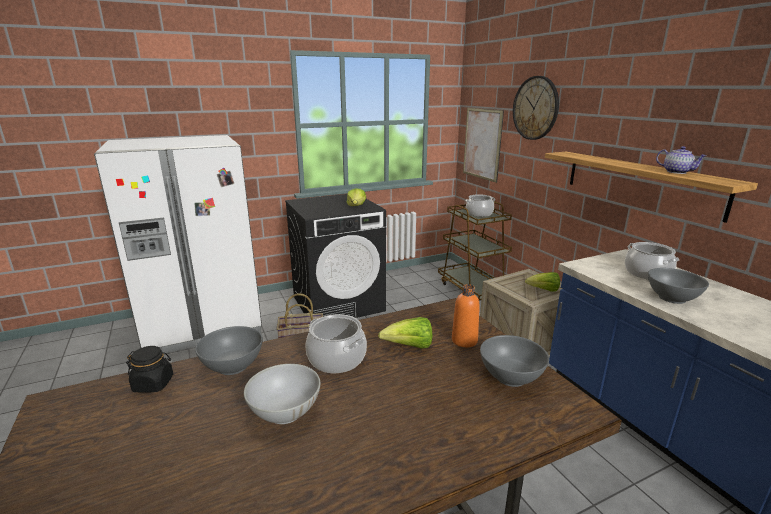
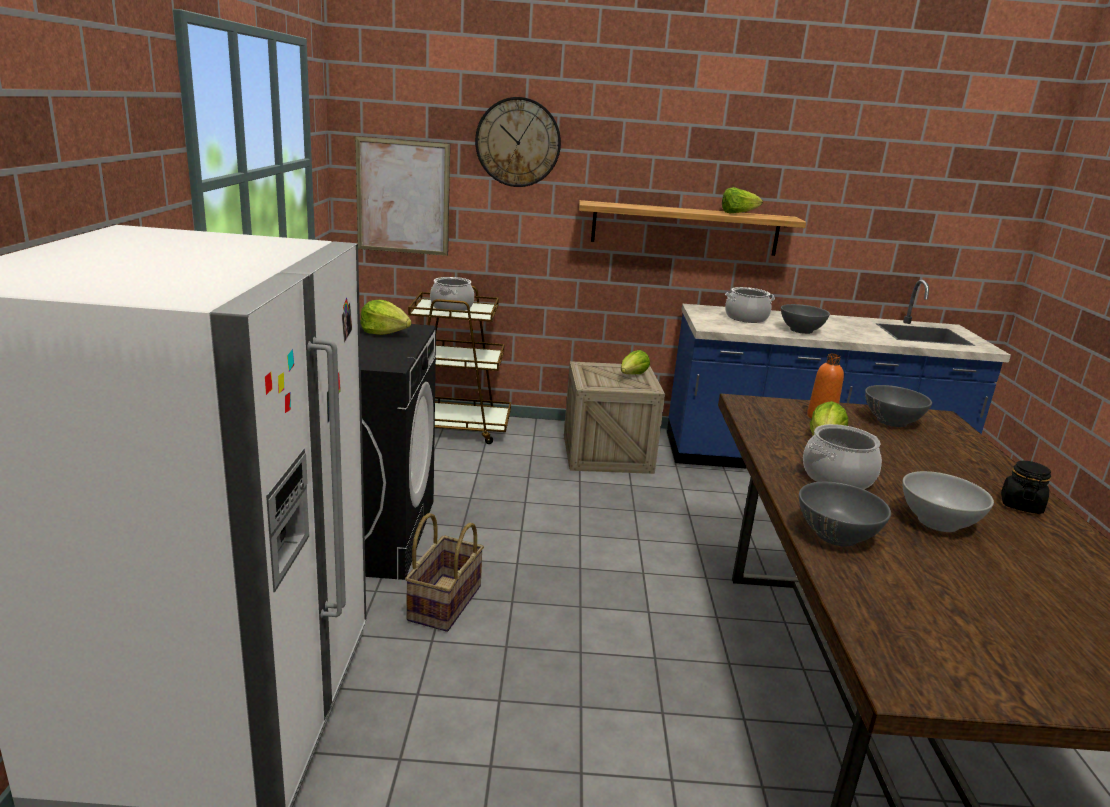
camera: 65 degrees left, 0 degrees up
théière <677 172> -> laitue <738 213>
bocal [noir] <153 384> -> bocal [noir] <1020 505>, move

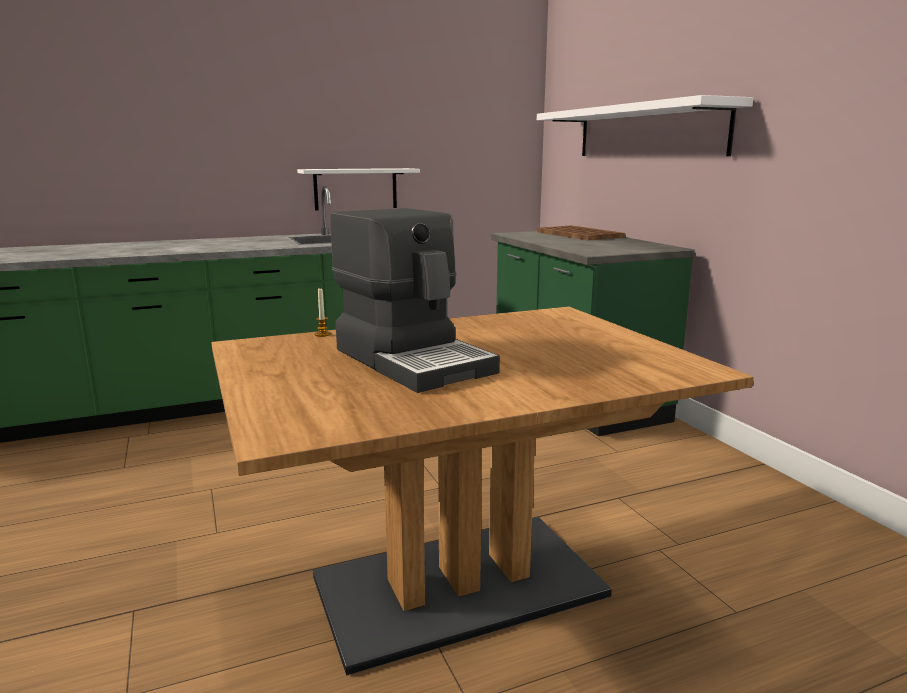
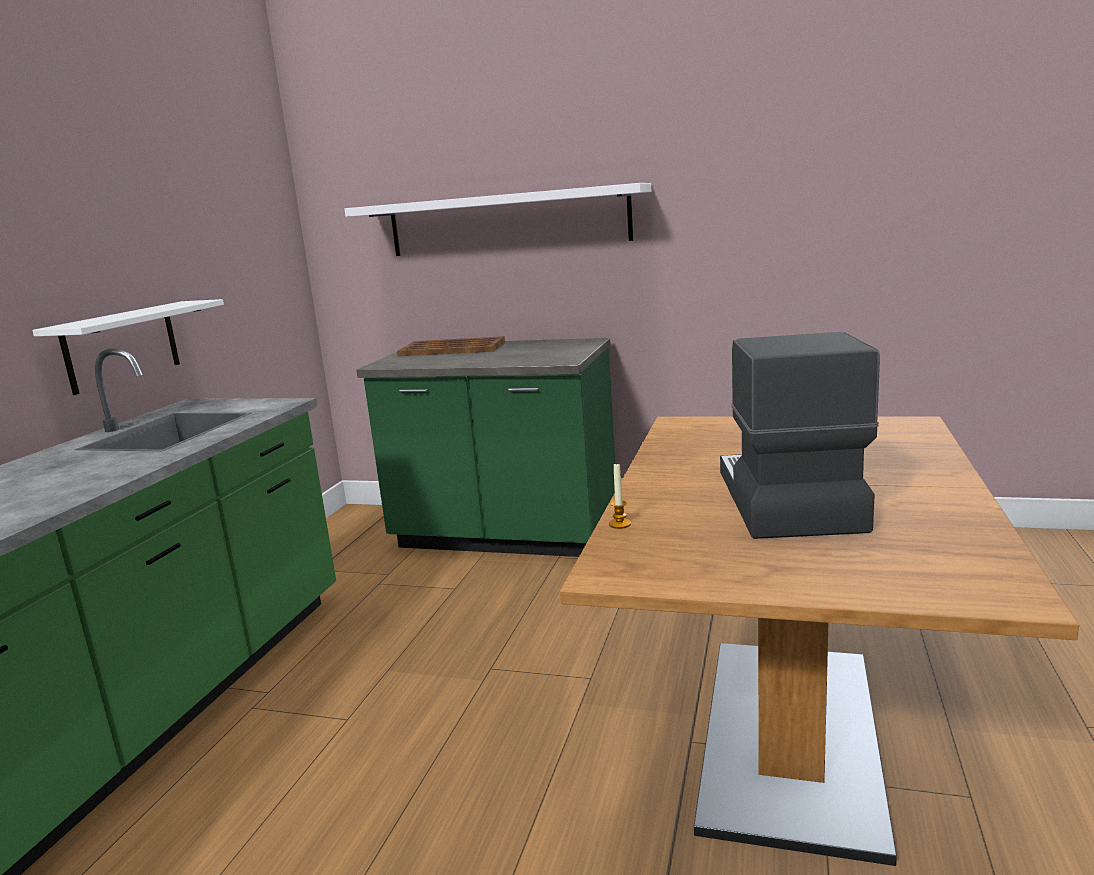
camera: 50 degrees left, 0 degrees up
machine à café <414 360> -> machine à café <785 501>, 90 degrees counterclockwise

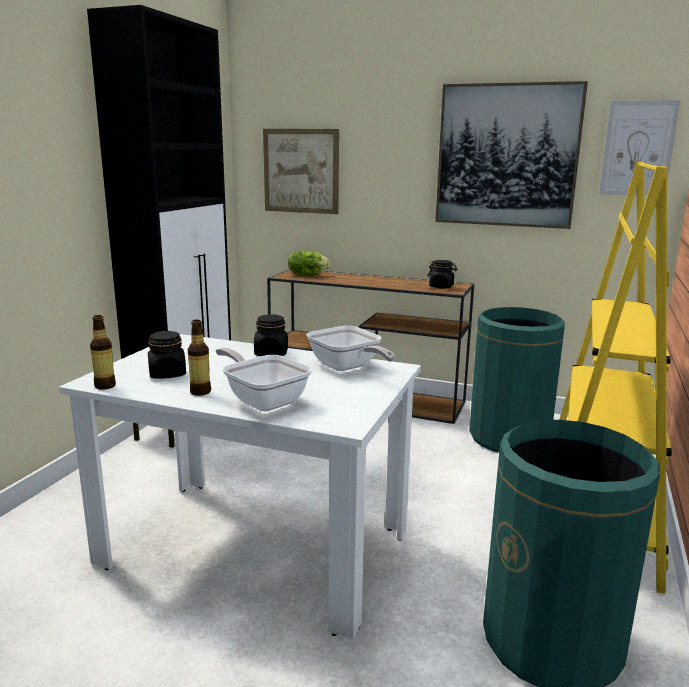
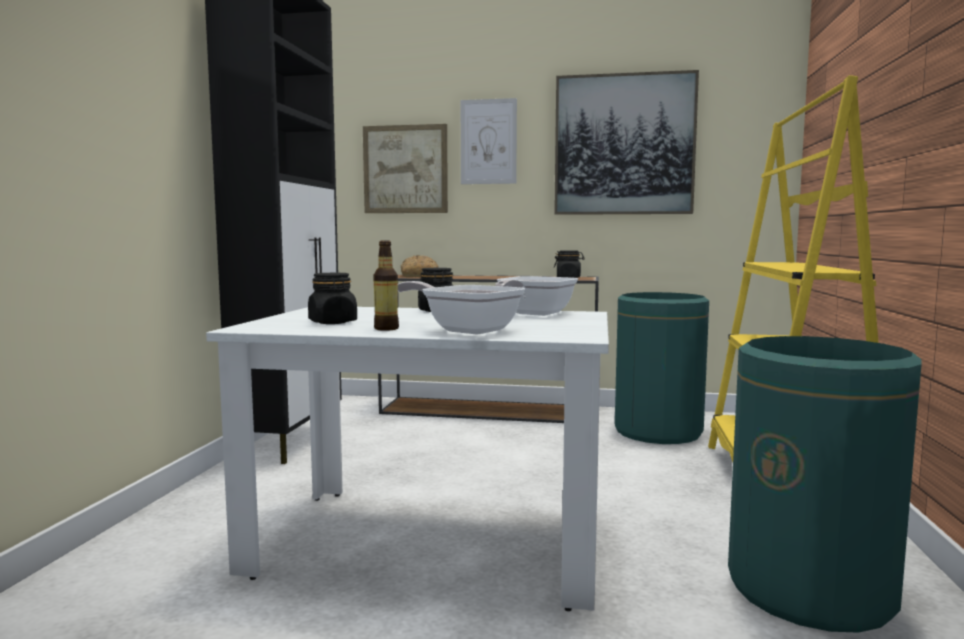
camera: 10 degrees left, 10 degrees down
laitue <307 275> -> pain <418 276>
tableau <637 148> -> tableau <488 142>, move
poêle <347 368> -> poêle <532 314>, 75 degrees clockwise
bouteille <105 386> -> none

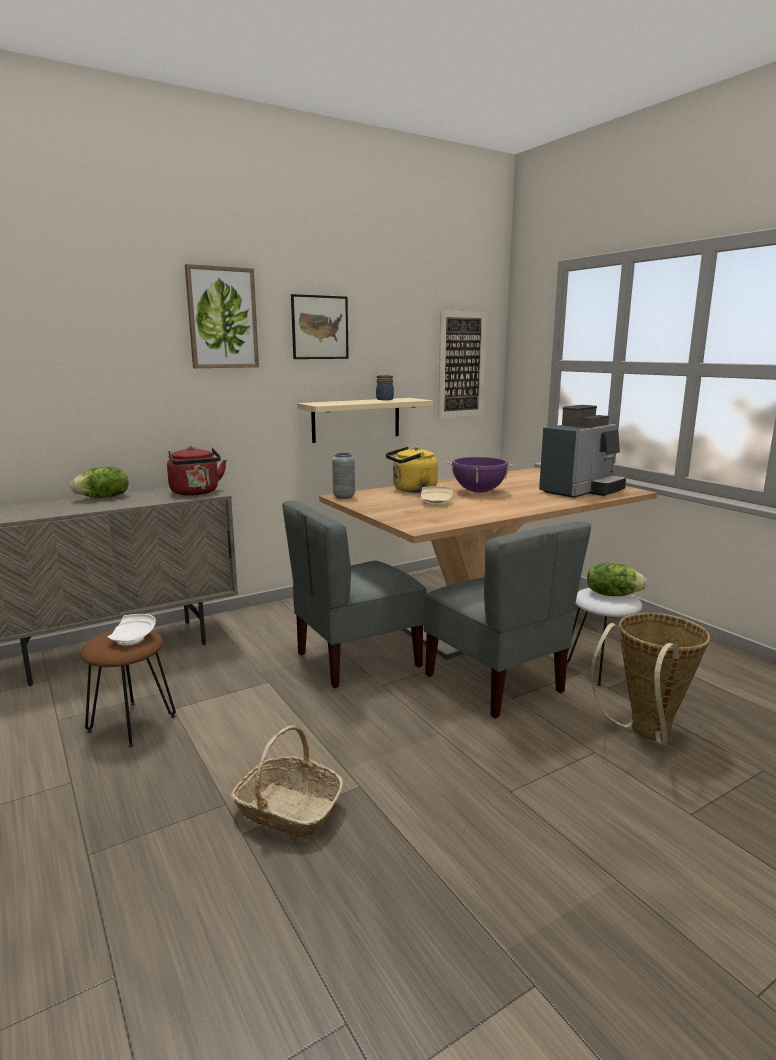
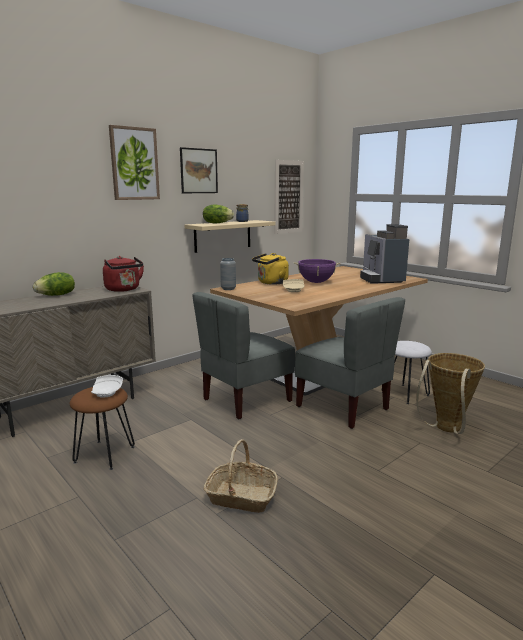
camera: 10 degrees left, 0 degrees up
laitue <612 594> -> laitue <217 223>, move
machine à café <581 490> -> machine à café <381 279>, 135 degrees clockwise

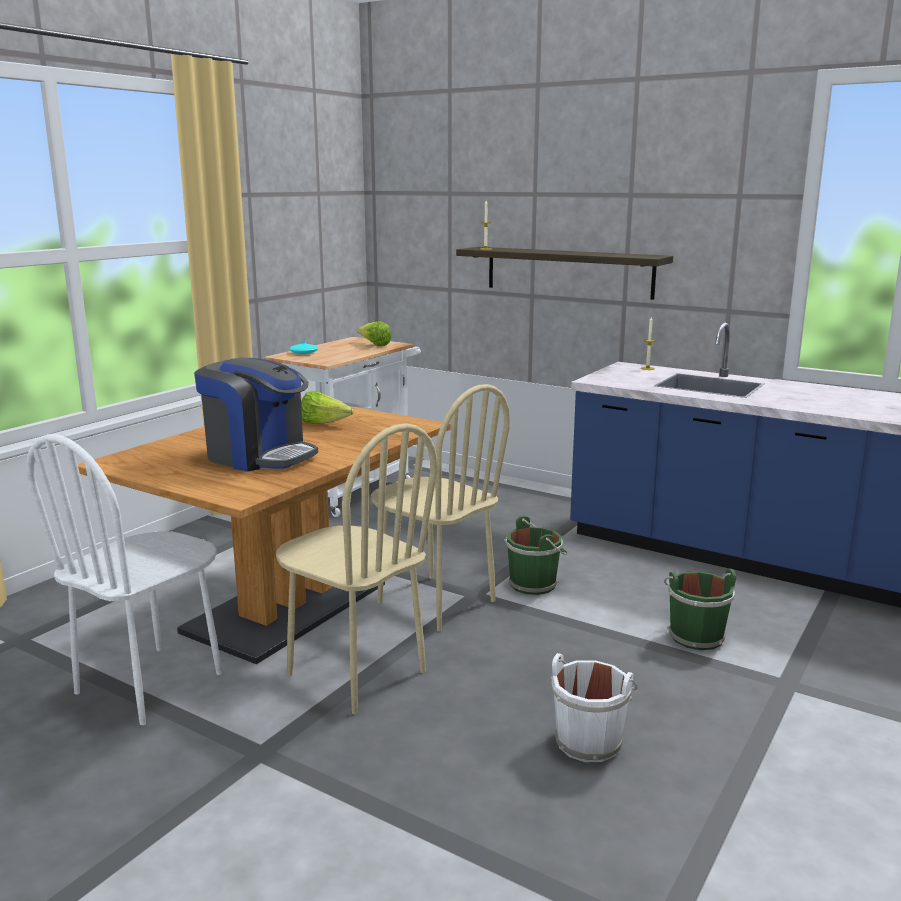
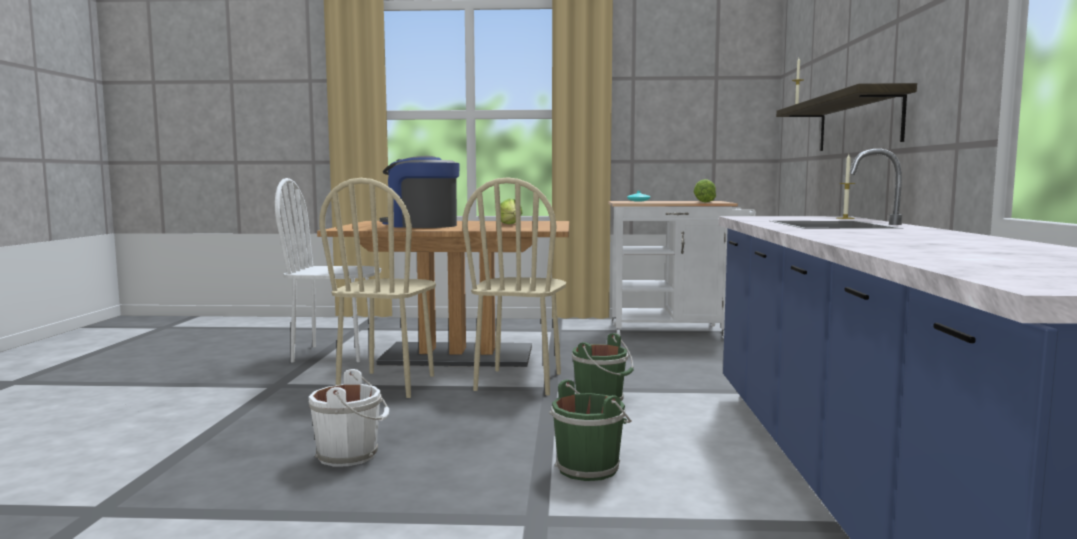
camera: 60 degrees right, 10 degrees down
machine à café <259 456> -> machine à café <421 225>, 120 degrees clockwise

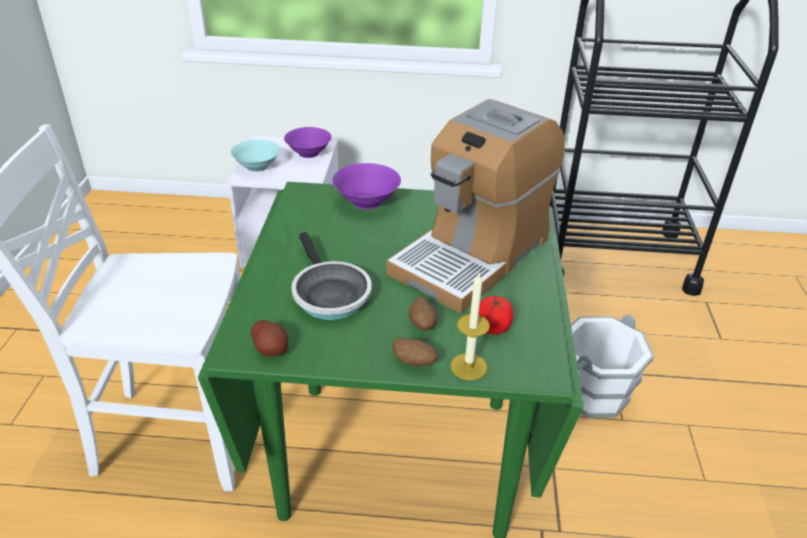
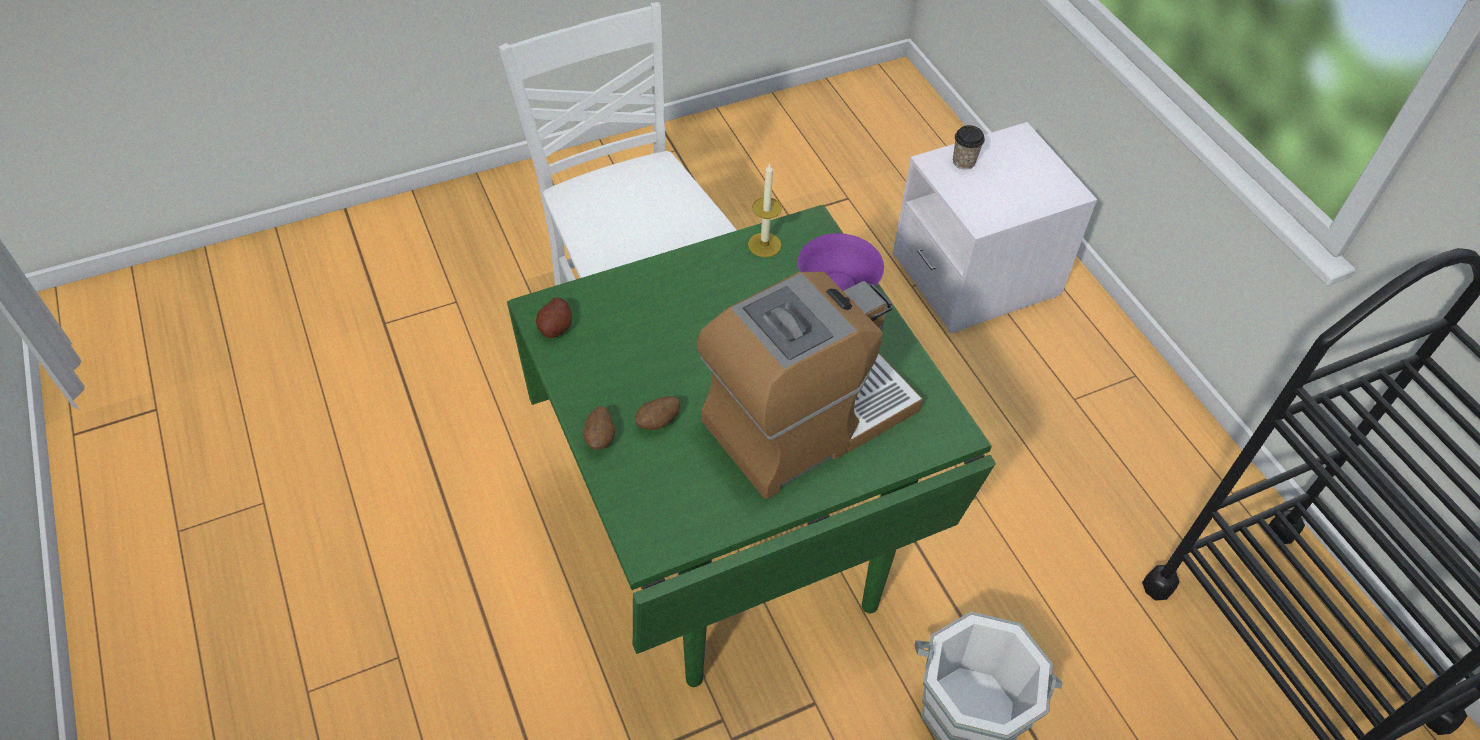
camera: 60 degrees right, 15 degrees up
machine à café <472 255> -> machine à café <806 418>, 135 degrees clockwise
bougie <468 367> -> bougie <764 245>, move
bol [turquoise] <256 167> -> tasse <963 162>
bol [violet] <309 153> -> none
poêle <328 294> -> none
tomate <493 327> -> none

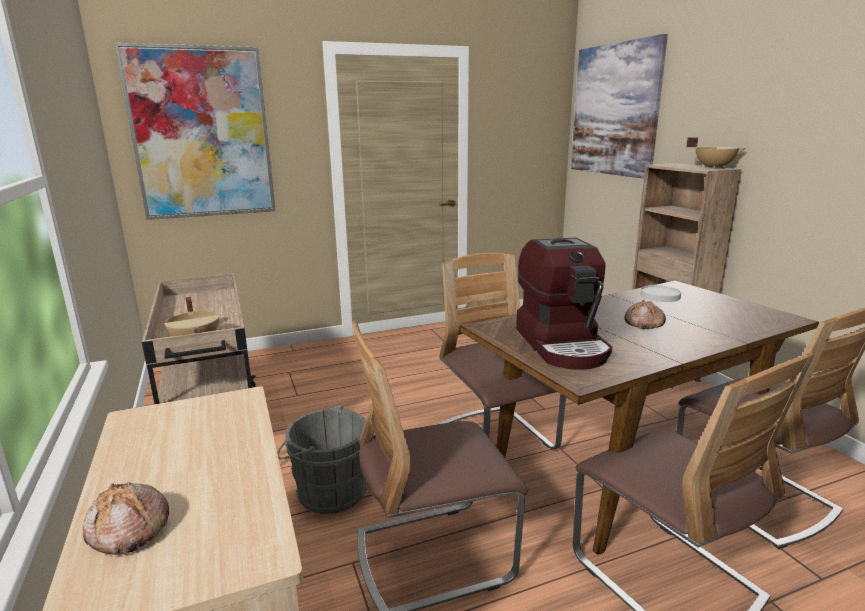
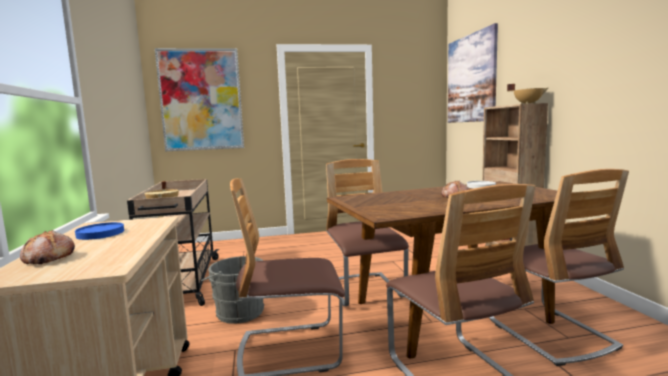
camera: 10 degrees right, 10 degrees down
none -> assiette [bleu] <100 233>
machine à café <563 345> -> none

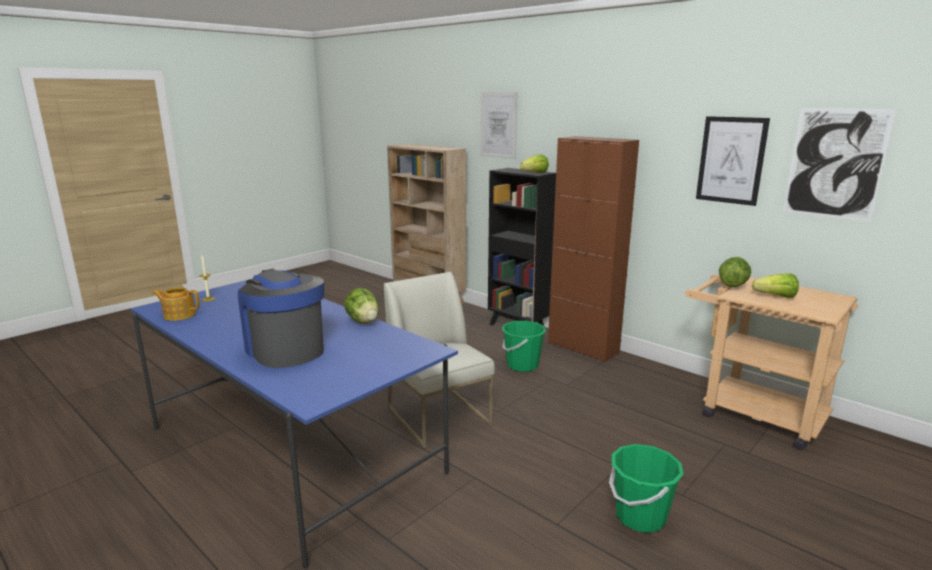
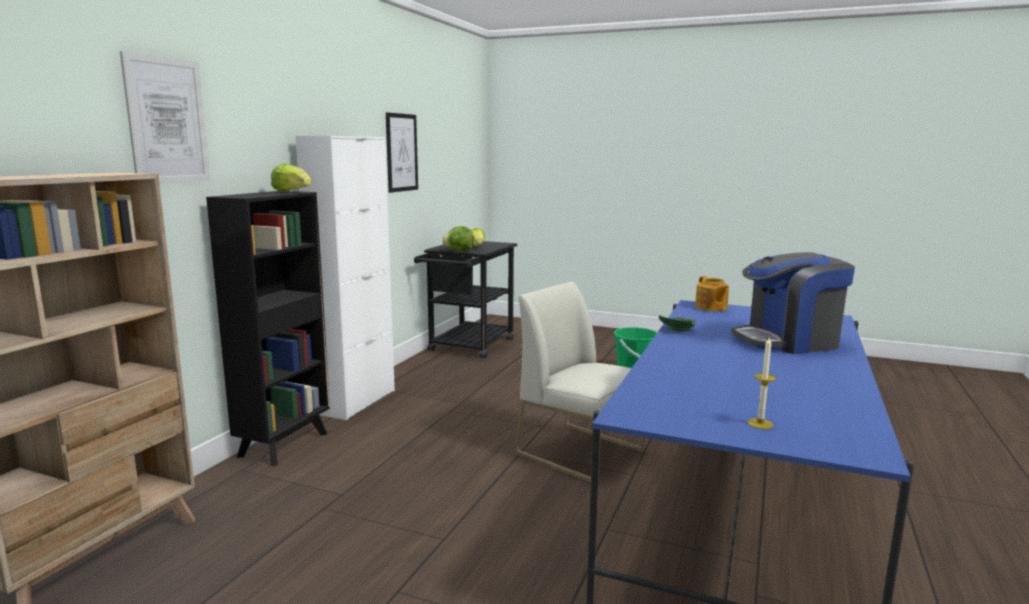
camera: 110 degrees left, 5 degrees down
meuble de rangement [marron] <583 348> -> meuble de rangement [blanc] <356 402>
chariot [beige] <751 412> -> chariot [noir] <468 347>
chaise [blanc] <440 417> -> chaise [blanc] <581 452>, 90 degrees clockwise
laitue <363 321> -> assiette [vert] <677 329>
théière <179 315> -> théière <711 307>, move
machine à café <285 349> -> machine à café <788 341>, 45 degrees clockwise
seau [vert] <522 365> -> none
tableau <835 163> -> none

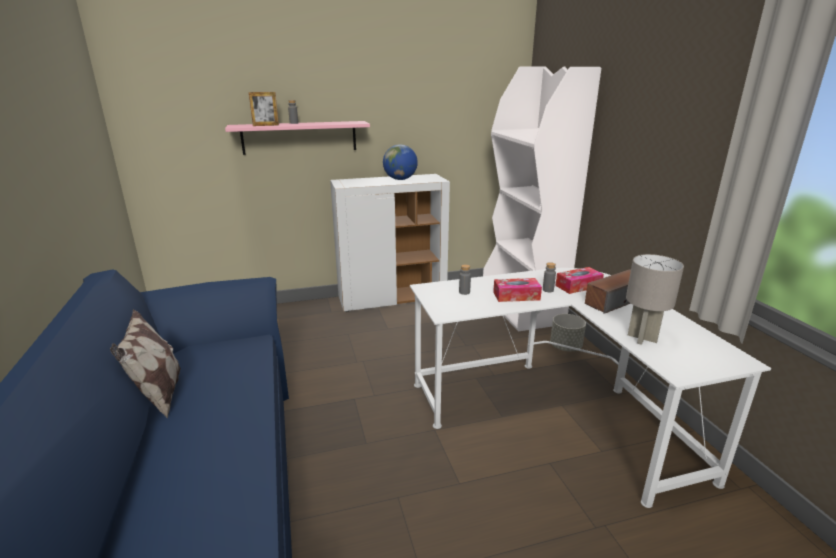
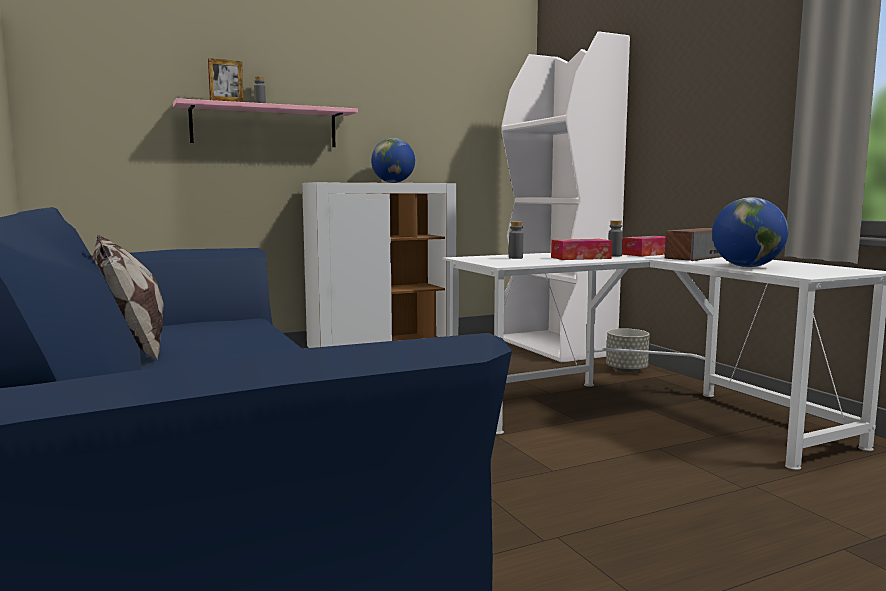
camera: 10 degrees left, 15 degrees down
lampe de table [gris] <641 338> -> globe <747 267>

